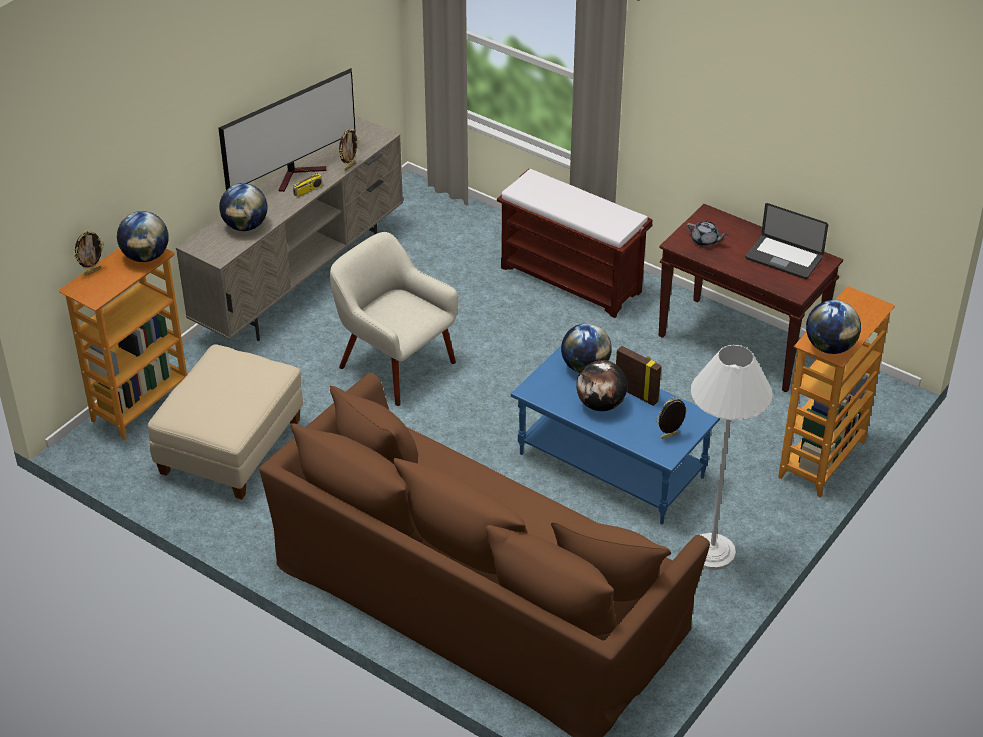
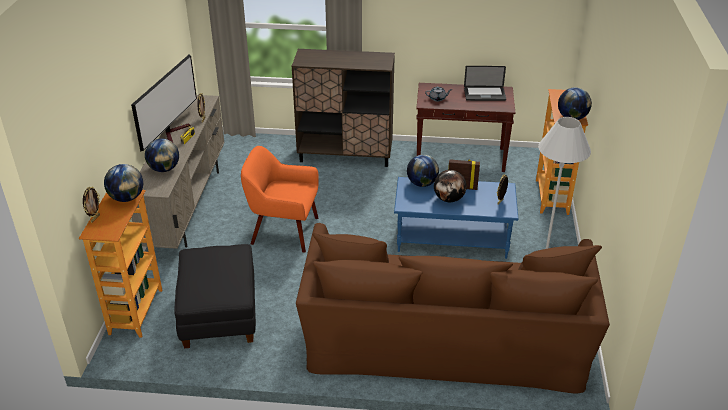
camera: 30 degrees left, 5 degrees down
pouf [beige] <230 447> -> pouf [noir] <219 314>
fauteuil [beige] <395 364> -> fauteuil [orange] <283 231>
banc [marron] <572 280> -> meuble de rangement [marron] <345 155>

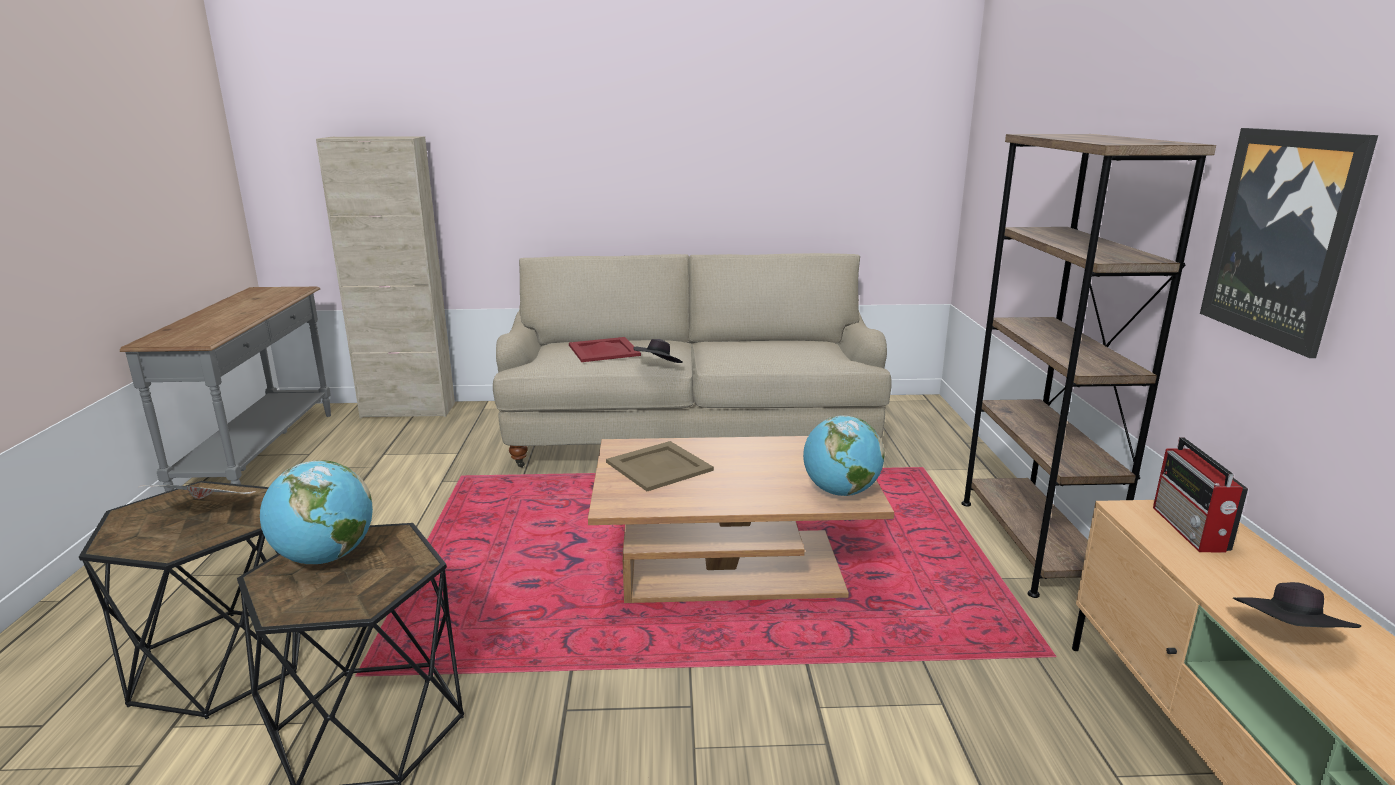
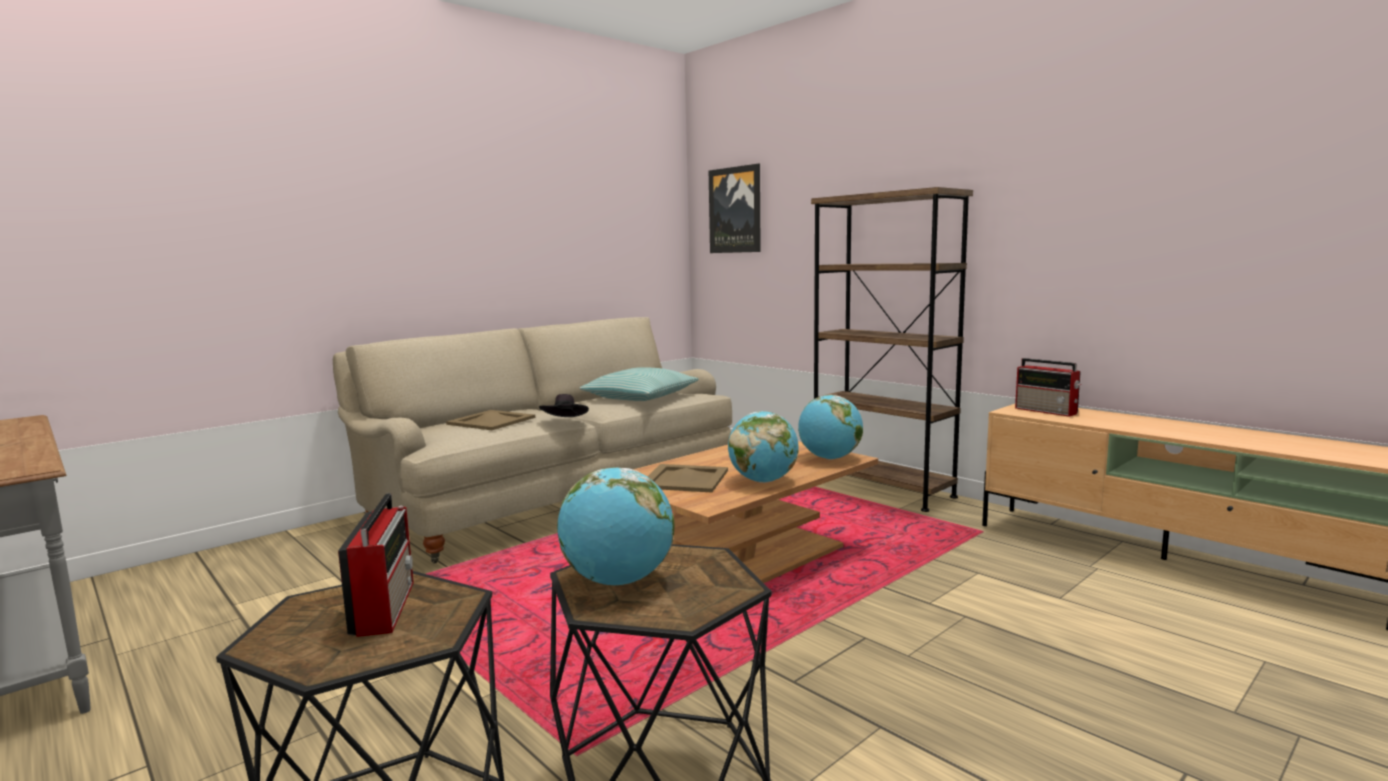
camera: 40 degrees left, 10 degrees down
journal <208 513> -> radio <385 606>
plateau [rouge] <604 350> -> plateau [beige] <491 420>
none -> coussin <640 397>
tableau <1282 236> -> tableau <735 210>, move
none -> globe <763 481>
meuble de rangement [beige] <408 410> -> none
chapeau [noir] <1288 637> -> none

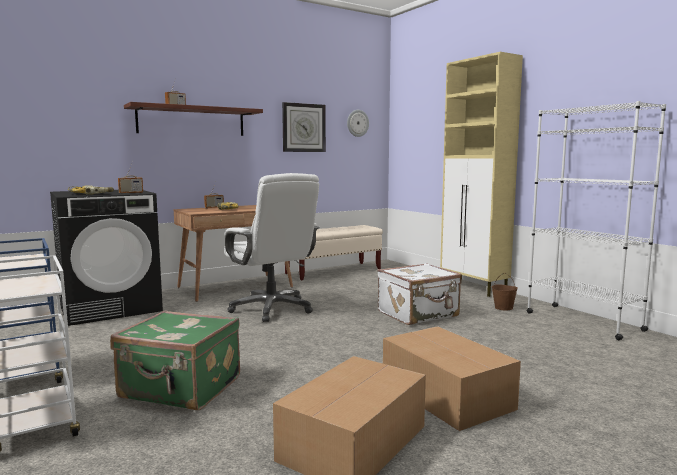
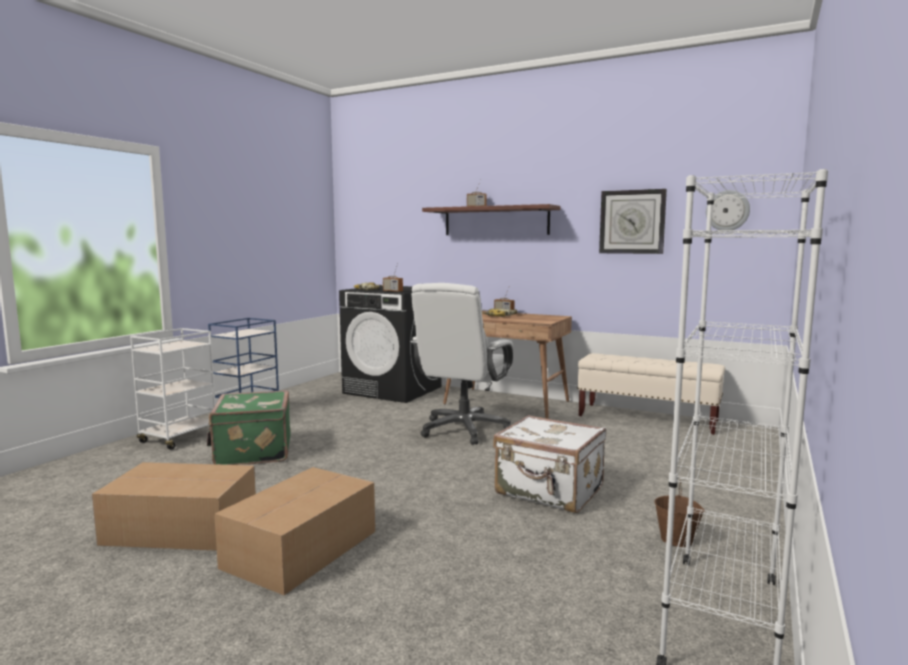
camera: 60 degrees right, 0 degrees up
meuble de rangement [beige] <474 288> -> none

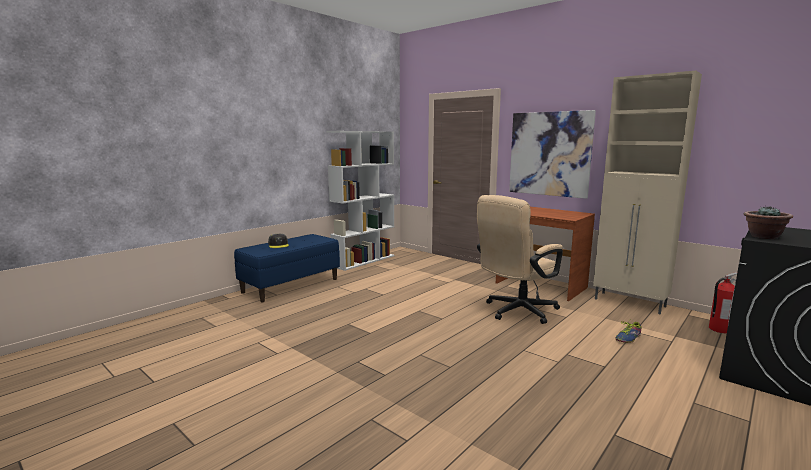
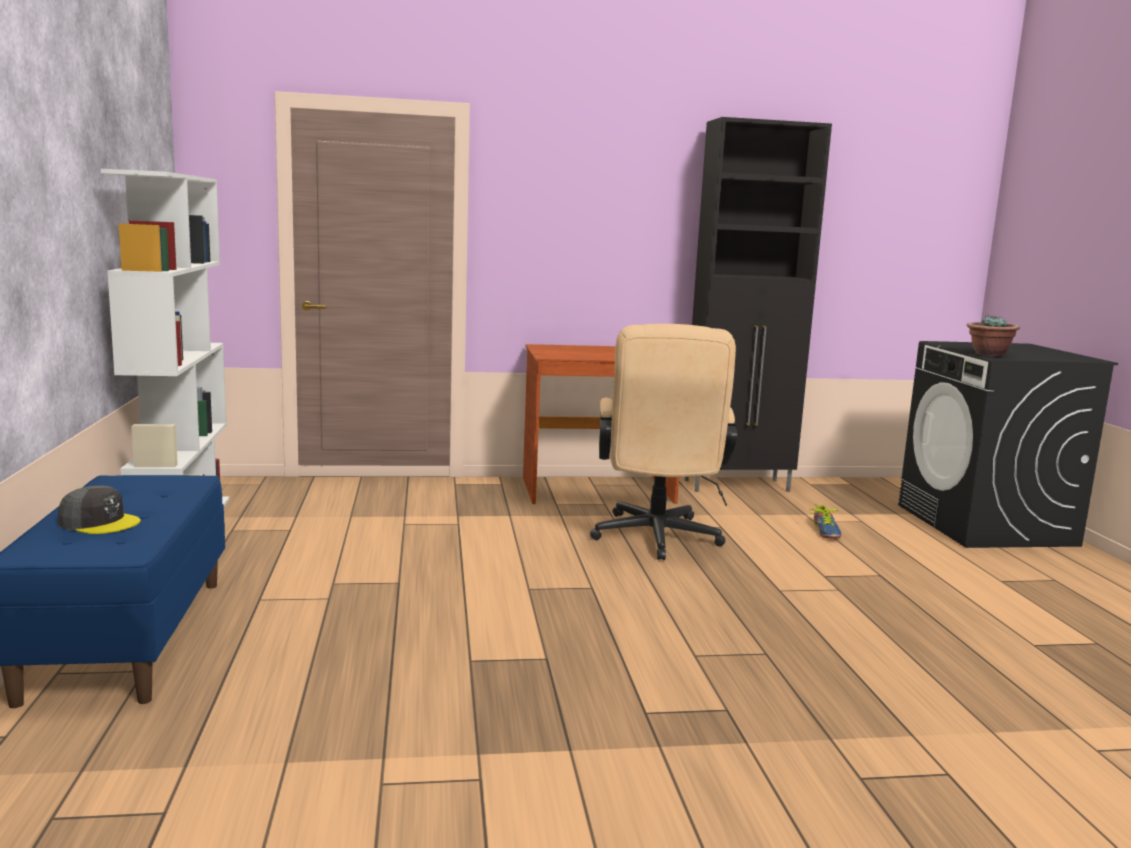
camera: 50 degrees left, 0 degrees up
meuble de rangement [beige] <630 303> -> meuble de rangement [noir] <738 486>
tableau <549 154> -> none
extincteur <718 329> -> none

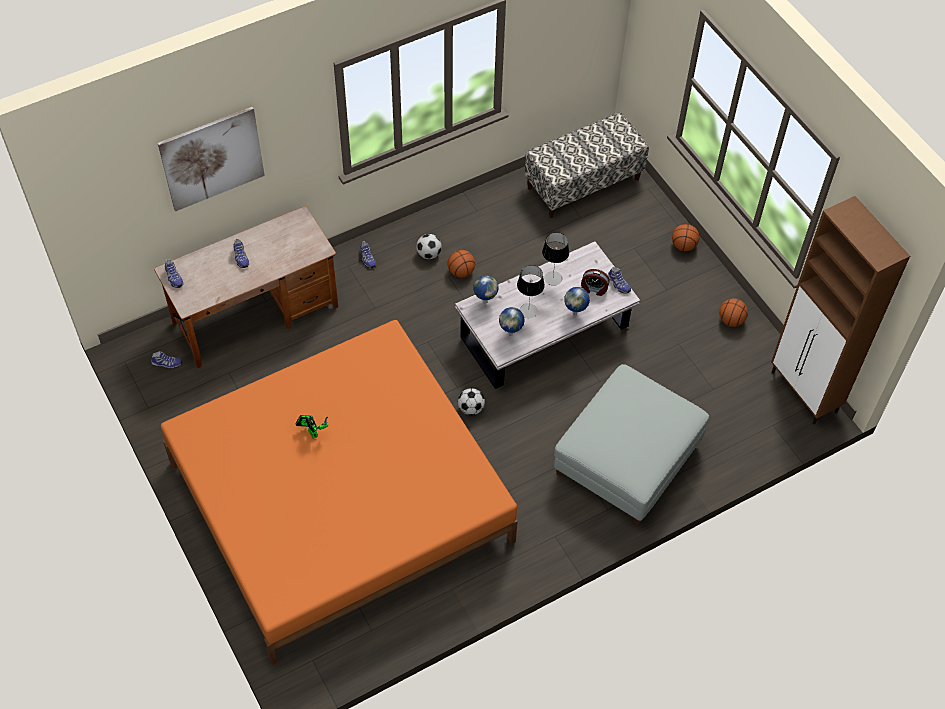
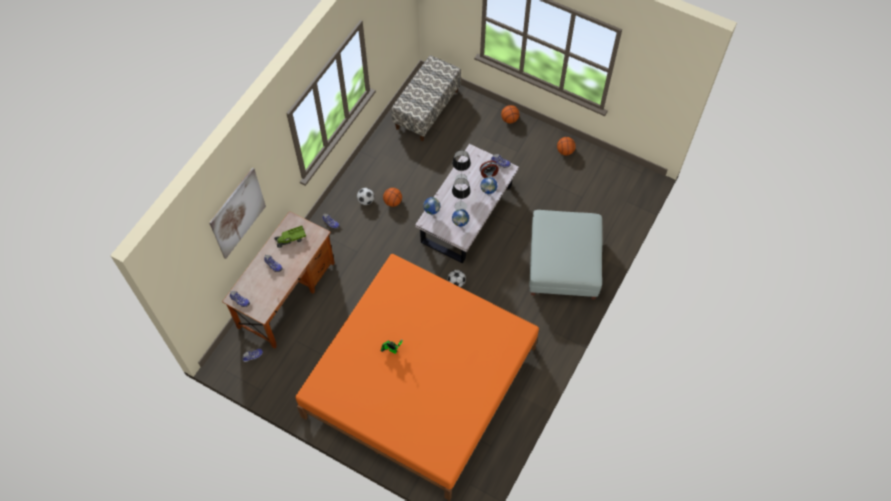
camera: 30 degrees left, 5 degrees up
none -> camion jouet <291 239>
meuble de rangement [marron] <804 393> -> none

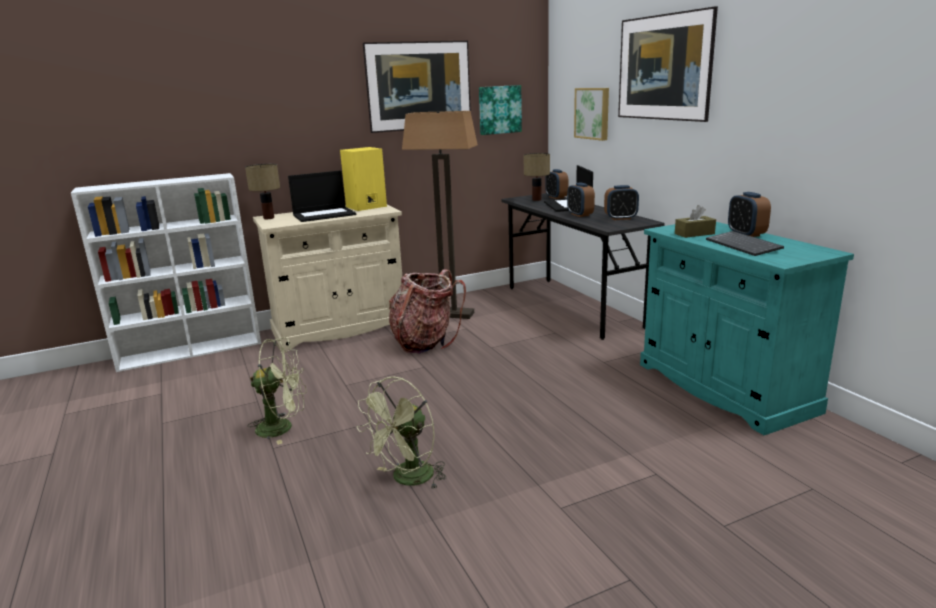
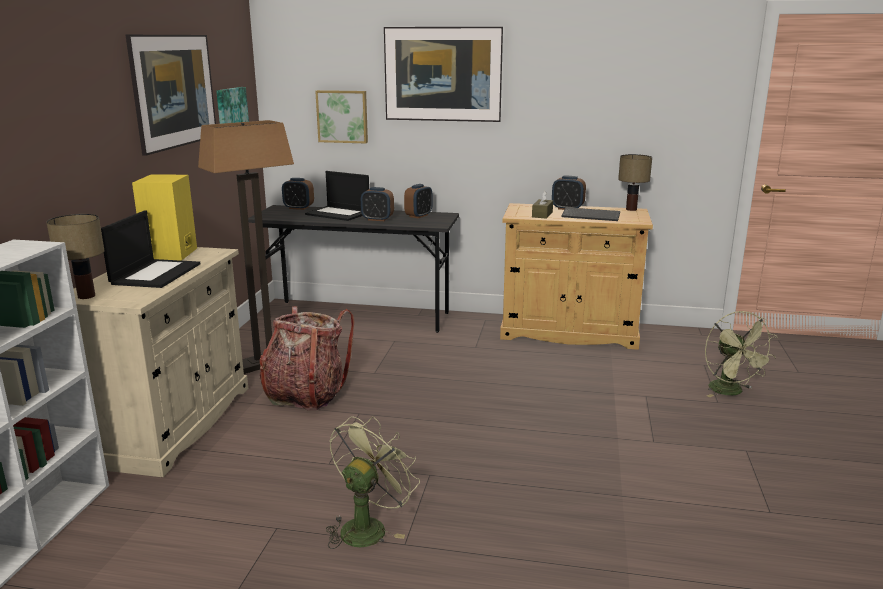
camera: 55 degrees left, 0 degrees up
meuble de rangement [turquoise] <724 387> -> meuble de rangement [beige] <569 332>
lampe de table <537 200> -> lampe de table <632 209>, move
ventilateur [vert] <407 479> -> ventilateur [vert] <731 392>, move

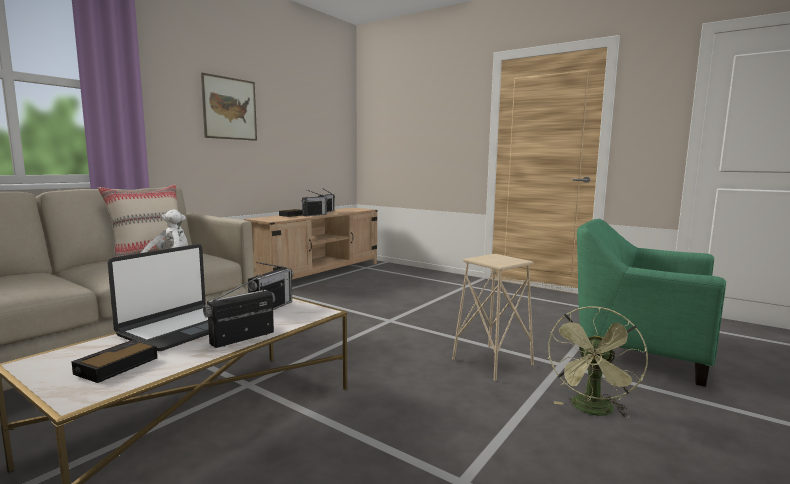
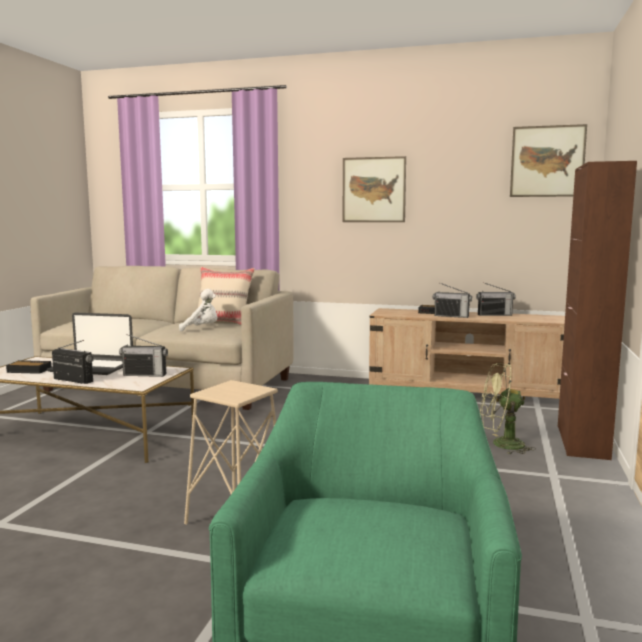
camera: 70 degrees right, 0 degrees up
ventilateur [vert] <592 411> -> ventilateur [vert] <501 444>, move
none -> tableau <547 161>
none -> meuble de rangement [marron] <582 441>

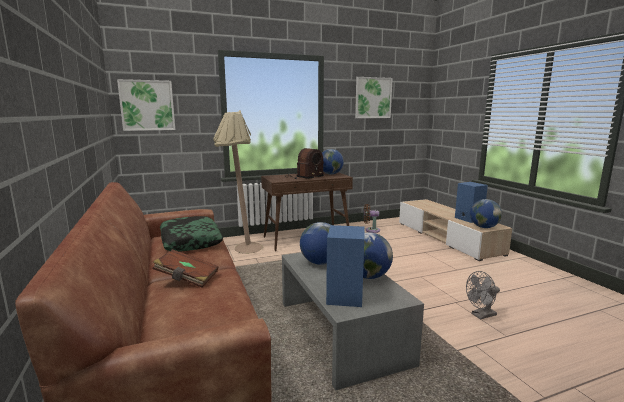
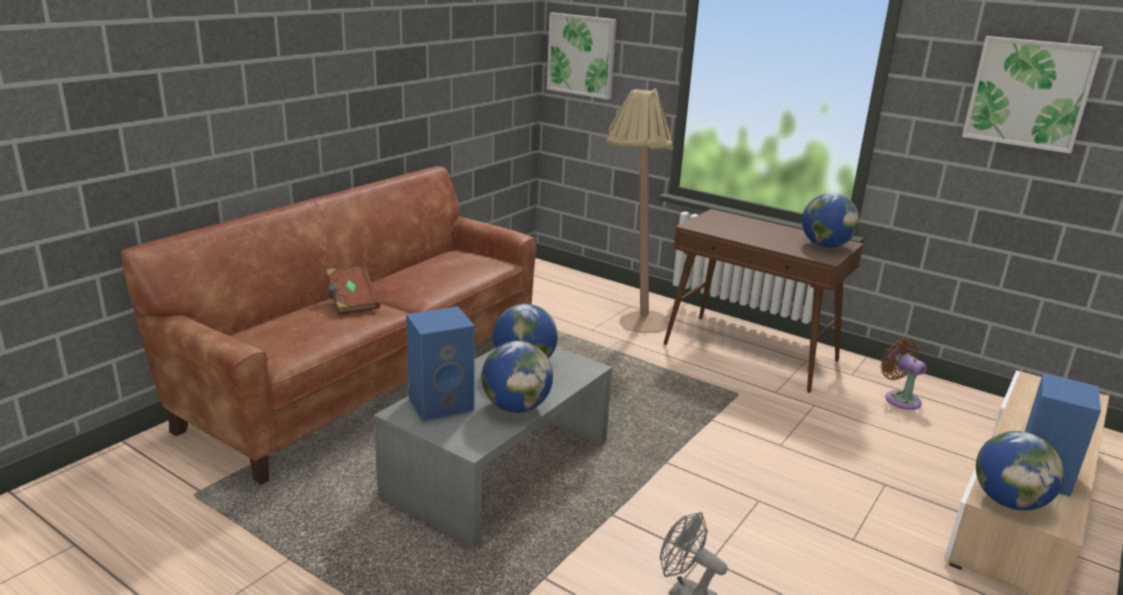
camera: 55 degrees right, 10 degrees up
coussin <190 241> -> none
radio <303 177> -> none

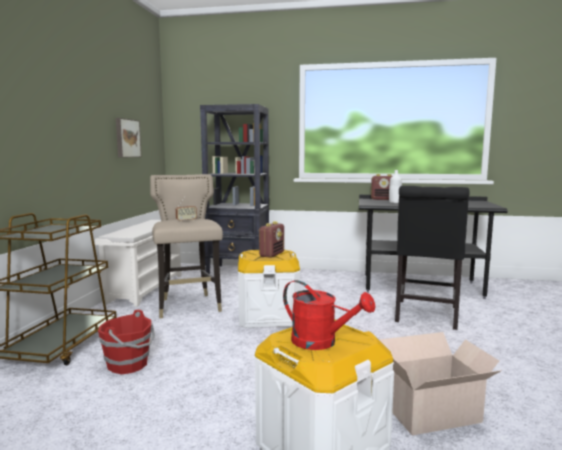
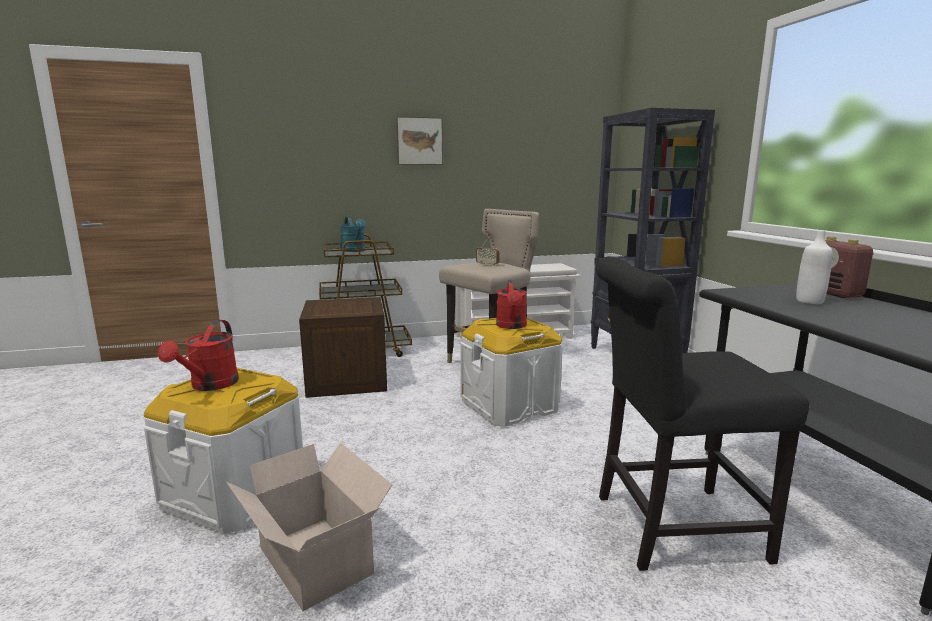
camera: 65 degrees right, 5 degrees up
seau [rouge] <129 364> -> caisse <347 379>
none -> arrosoir [turquoise] <354 251>
tableau <127 138> -> tableau <419 141>, move
radio <272 254> -> arrosoir [rouge] <512 326>

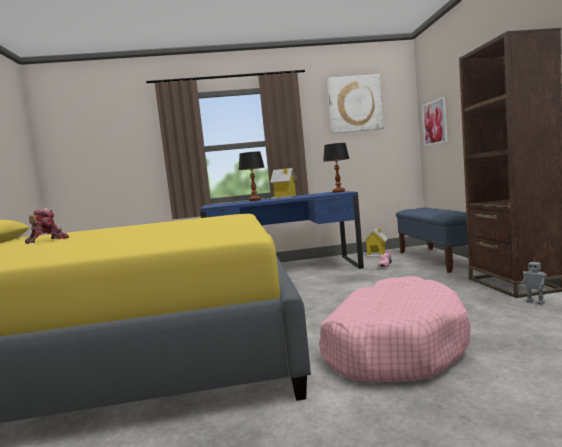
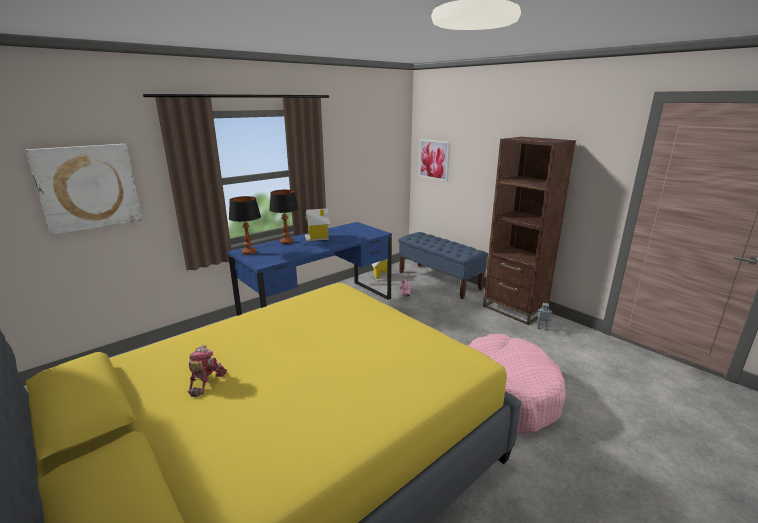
camera: 35 degrees left, 15 degrees up
tableau <354 104> -> tableau <88 187>, move
lampe de table <339 192> -> lampe de table <249 252>, move

